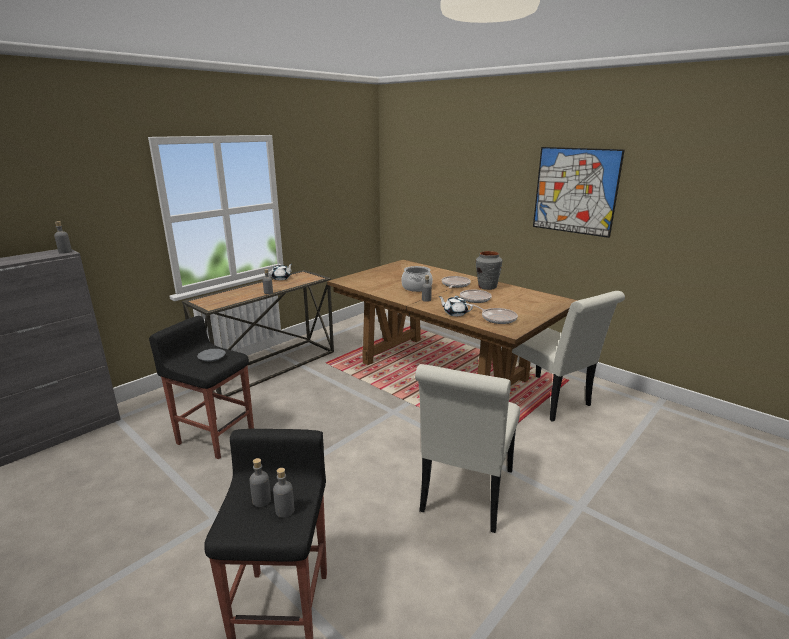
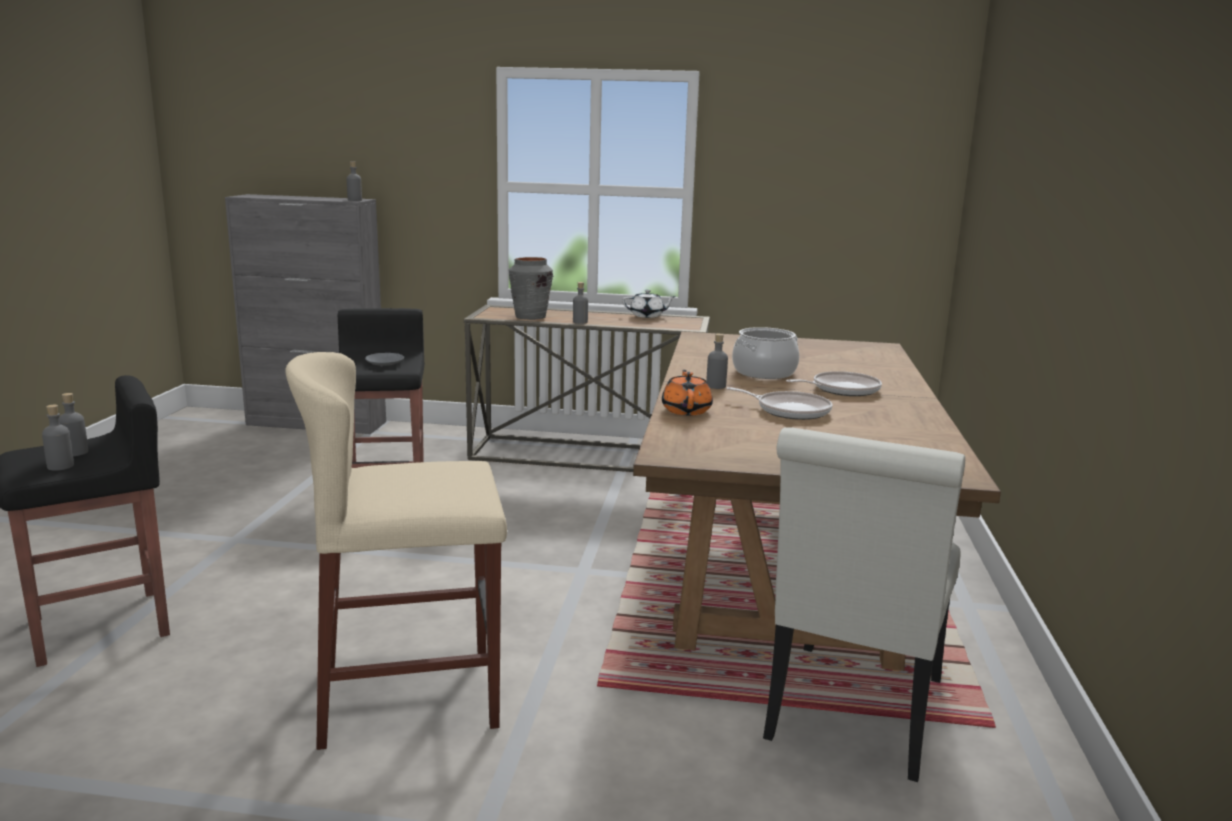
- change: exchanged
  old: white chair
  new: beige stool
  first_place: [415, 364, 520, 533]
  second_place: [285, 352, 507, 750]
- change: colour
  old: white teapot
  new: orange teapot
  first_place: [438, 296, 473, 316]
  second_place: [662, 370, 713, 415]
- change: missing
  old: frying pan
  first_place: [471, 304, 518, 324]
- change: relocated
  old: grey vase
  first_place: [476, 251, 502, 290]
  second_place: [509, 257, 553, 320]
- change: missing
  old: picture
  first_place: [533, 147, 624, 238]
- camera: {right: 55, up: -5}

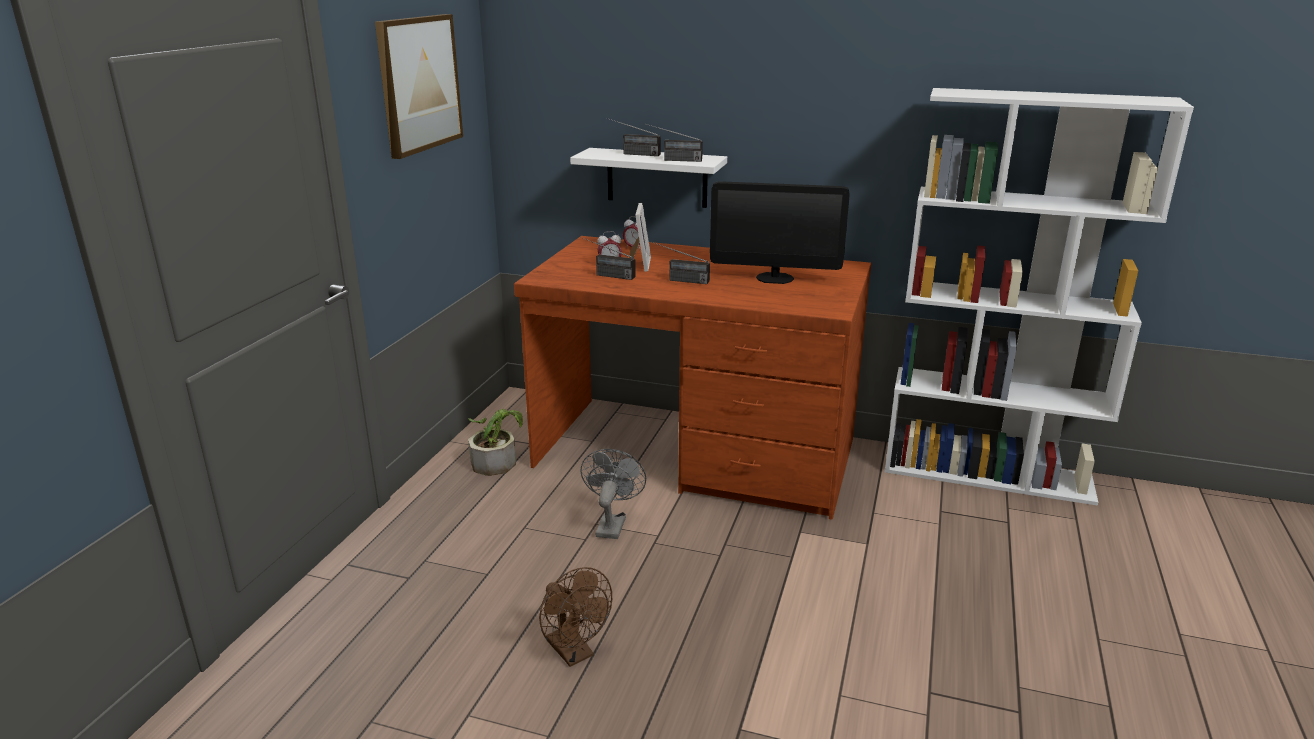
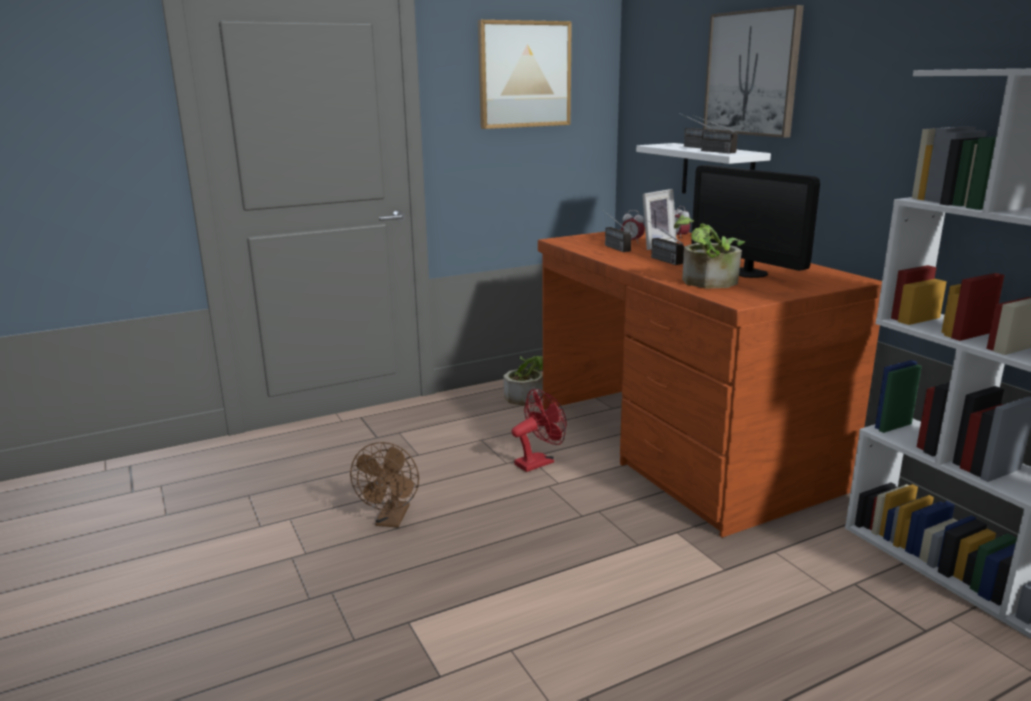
- change: colour
  old: grey fan
  new: red fan
  first_place: [581, 449, 646, 539]
  second_place: [511, 389, 567, 472]
- change: appeared
  new: potted plant
  second_place: [674, 215, 745, 288]
- change: appeared
  new: picture
  second_place: [703, 5, 804, 138]
- camera: {right: 45, up: -5}

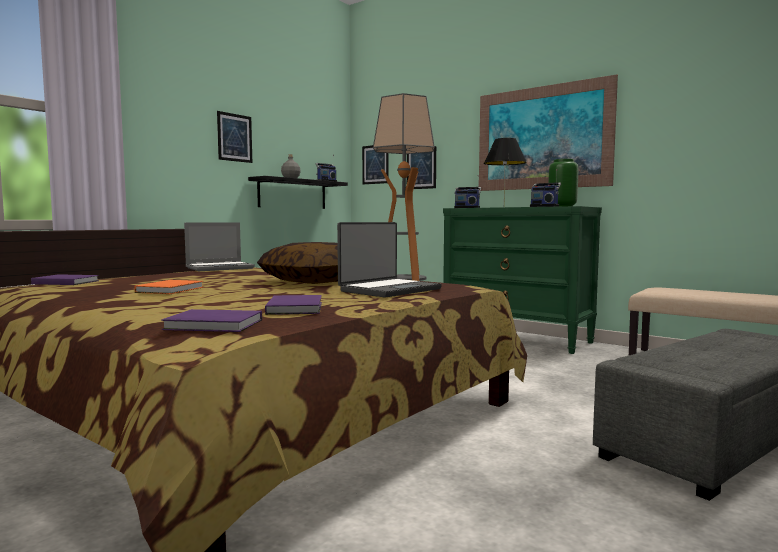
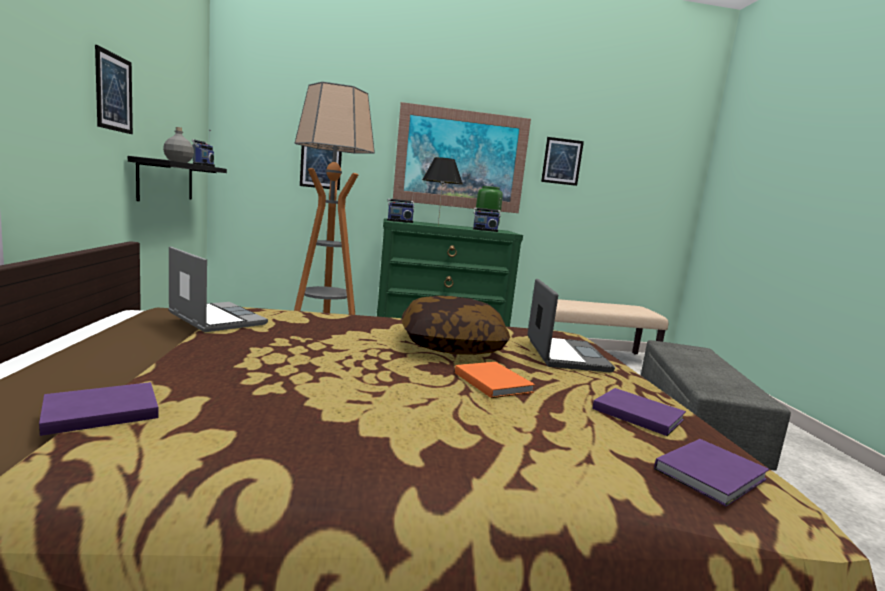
- change: relocated
  old: orange book
  first_place: [134, 280, 203, 294]
  second_place: [455, 362, 535, 398]
- change: spun
  old: laptop
  first_place: [184, 222, 255, 271]
  second_place: [168, 246, 268, 332]
  degrees: -60
- change: relocated
  old: picture
  first_place: [362, 145, 388, 184]
  second_place: [541, 137, 584, 186]
- camera: {right: -45, up: 5}

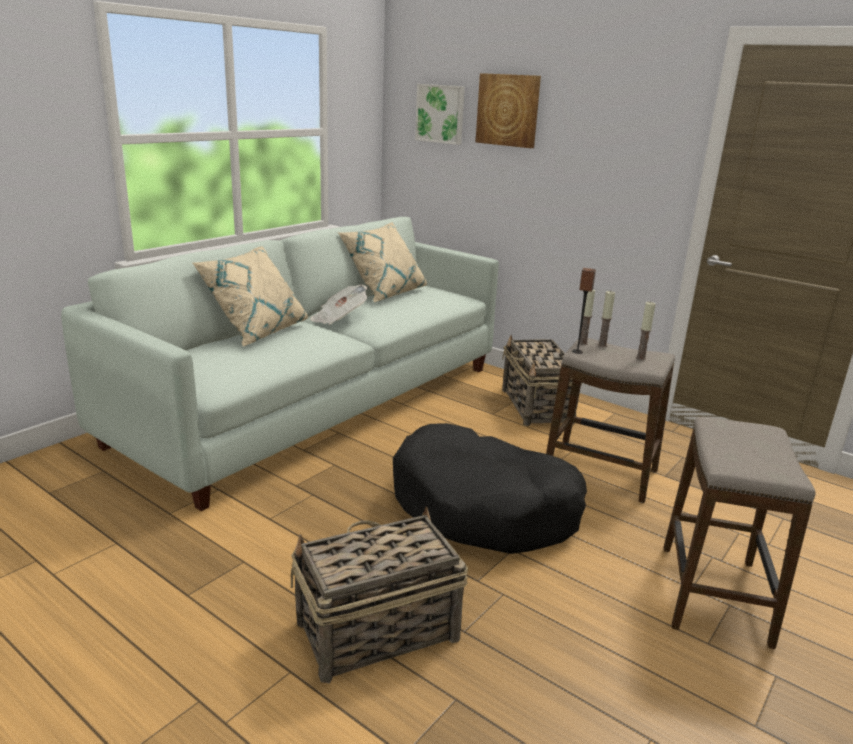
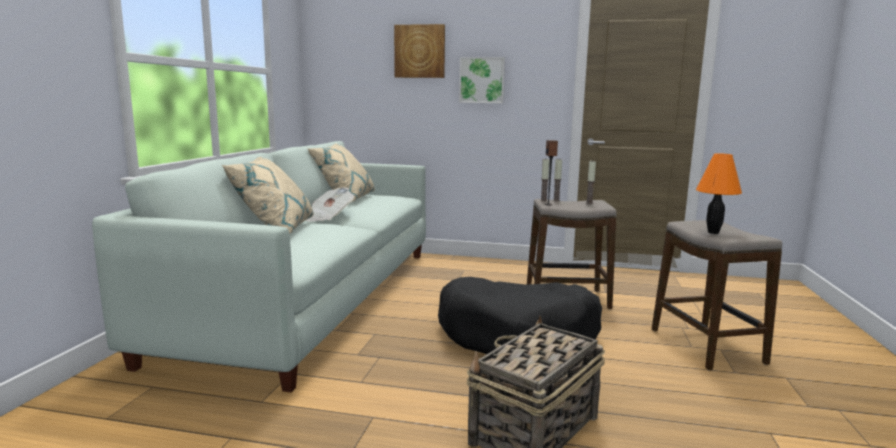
- change: relocated
  old: picture
  first_place: [415, 84, 465, 145]
  second_place: [459, 57, 505, 103]
- change: missing
  old: basket
  first_place: [502, 335, 582, 426]
- change: appeared
  new: orange table lamp
  second_place: [696, 153, 742, 234]
- camera: {right: -25, up: -10}

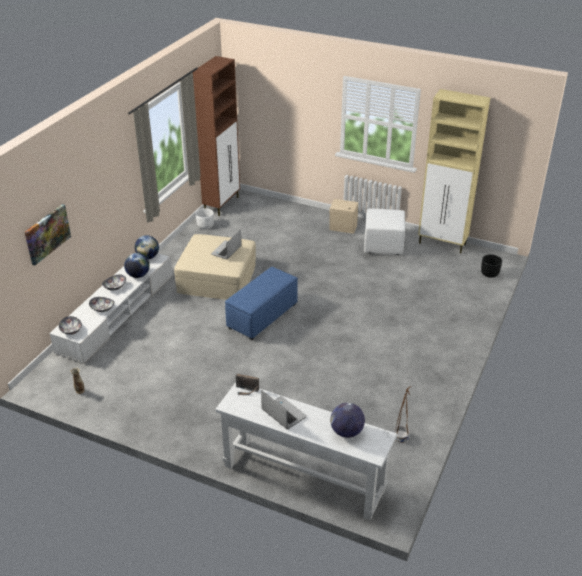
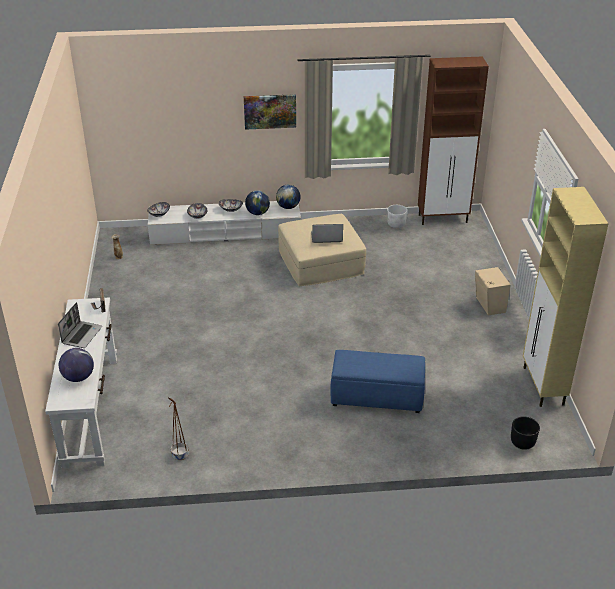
- change: relocated
  old: picture
  first_place: [25, 204, 71, 266]
  second_place: [244, 94, 296, 130]
- change: relocated
  old: blue ottoman
  first_place: [225, 267, 298, 340]
  second_place: [330, 350, 425, 413]
- change: missing
  old: white ottoman
  first_place: [364, 209, 405, 255]
- camera: {right: 60, up: 0}

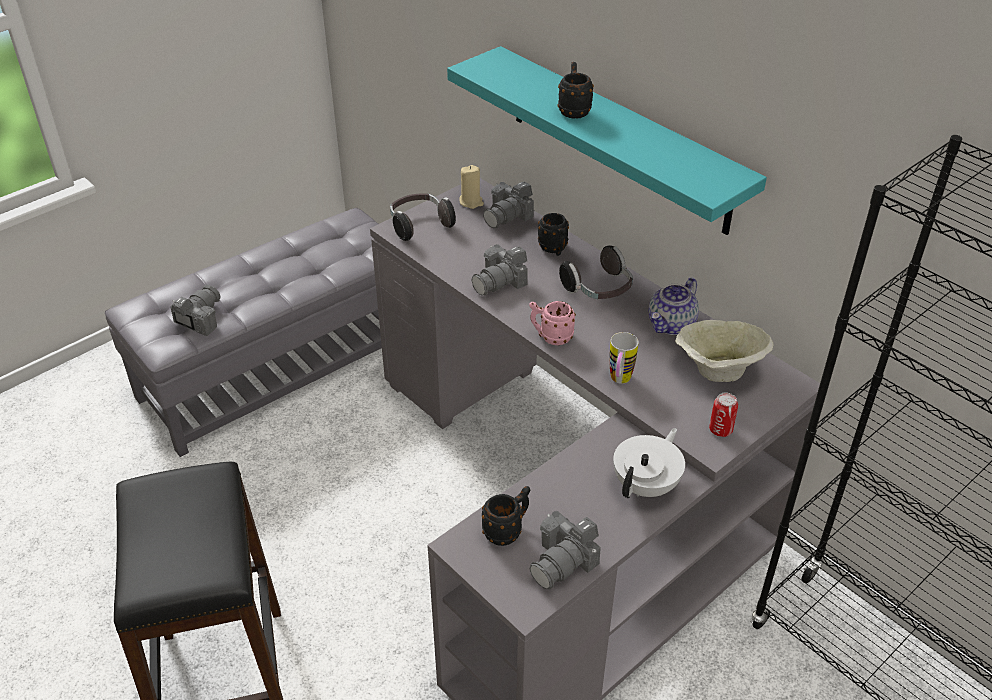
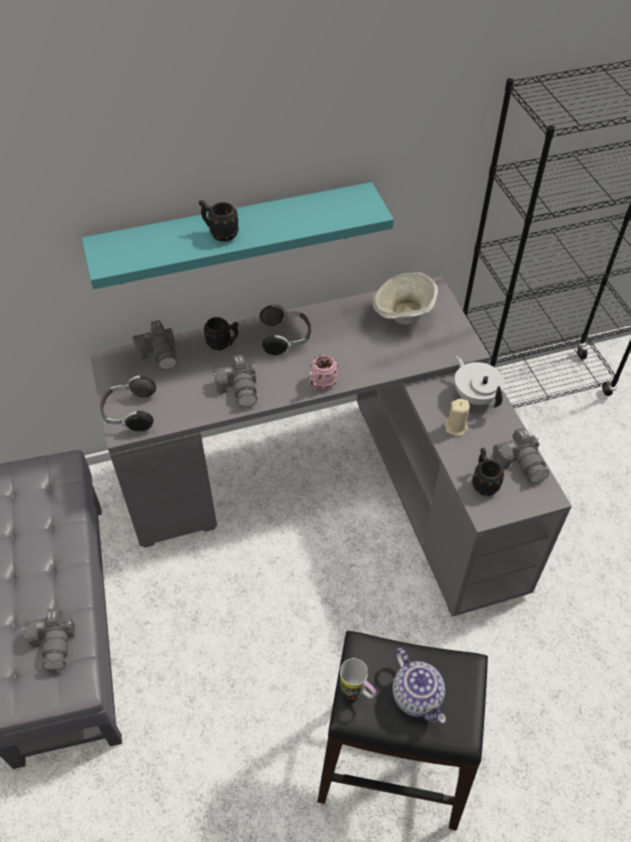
- change: spun
  old: photo camera
  first_place: [170, 285, 221, 336]
  second_place: [23, 608, 75, 670]
  degrees: -150
- change: relocated
  old: beige candle
  first_place: [459, 165, 484, 209]
  second_place: [444, 399, 470, 436]
- change: relocated
  old: mug
  first_place: [609, 332, 639, 384]
  second_place: [340, 658, 376, 699]
- change: relocated
  old: teapot
  first_place: [649, 277, 699, 335]
  second_place: [392, 648, 446, 723]
- change: missing
  old: can
  first_place: [709, 392, 738, 437]
- camera: {right: -65, up: 10}

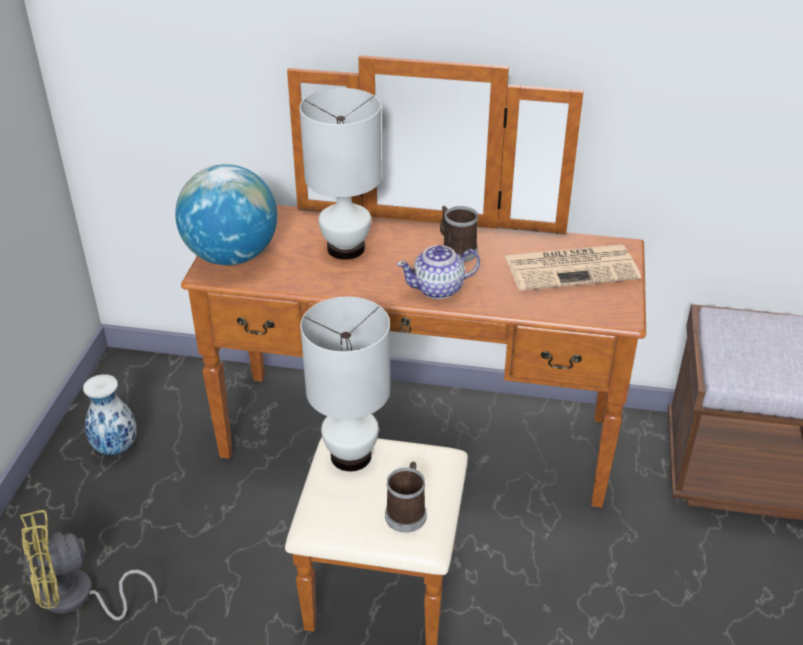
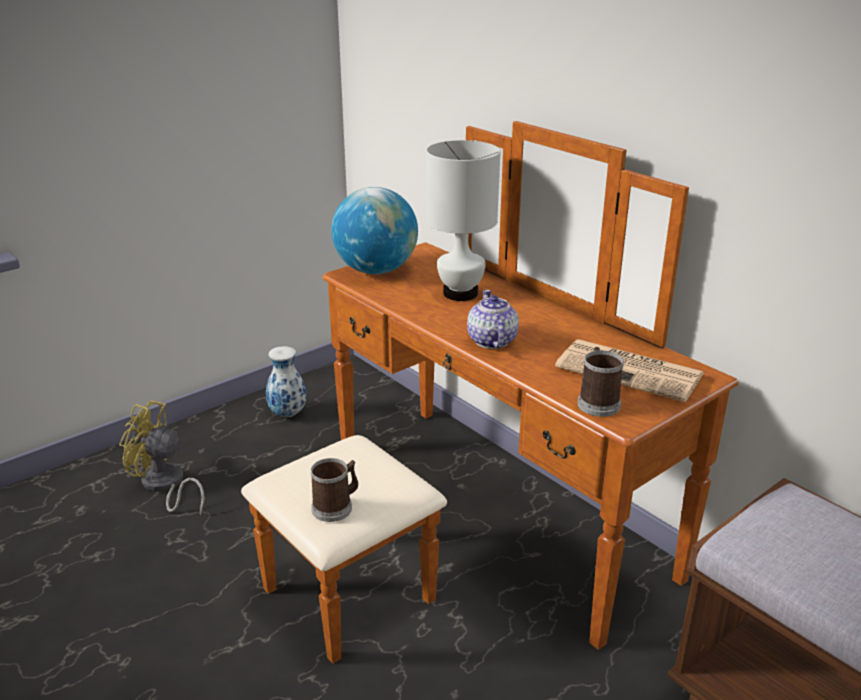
- change: missing
  old: white table lamp
  first_place: [300, 297, 390, 471]
- change: spun
  old: teapot
  first_place: [397, 245, 480, 299]
  second_place: [467, 290, 519, 349]
  degrees: 60
- change: relocated
  old: mug
  first_place: [440, 206, 479, 262]
  second_place: [577, 347, 624, 417]
- camera: {right: 40, up: -10}

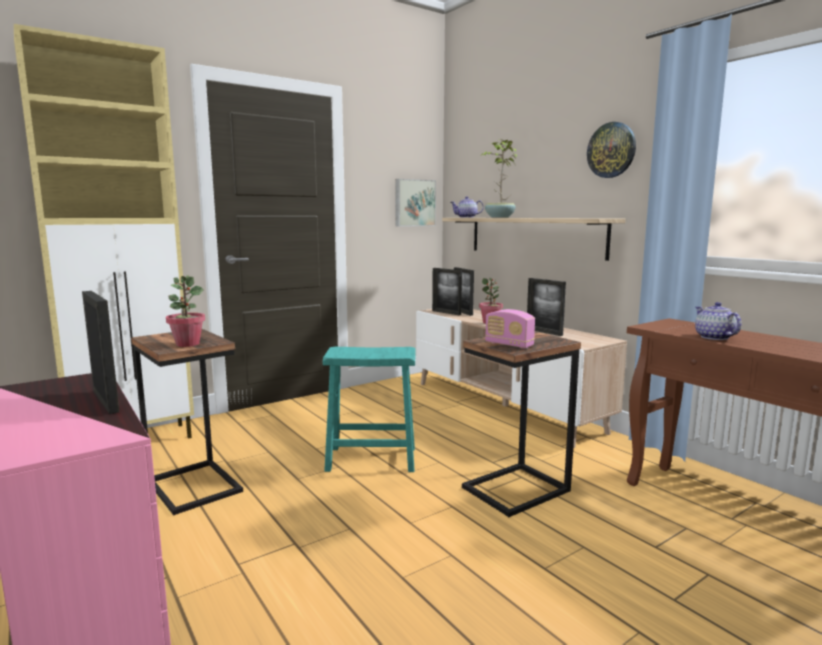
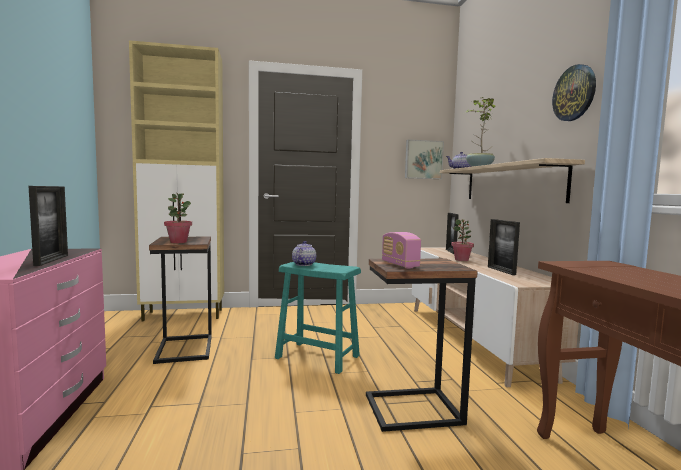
- change: missing
  old: picture frame
  first_place: [432, 268, 462, 315]
- change: relocated
  old: teapot
  first_place: [695, 302, 742, 340]
  second_place: [292, 241, 316, 266]
- camera: {right: 25, up: -5}

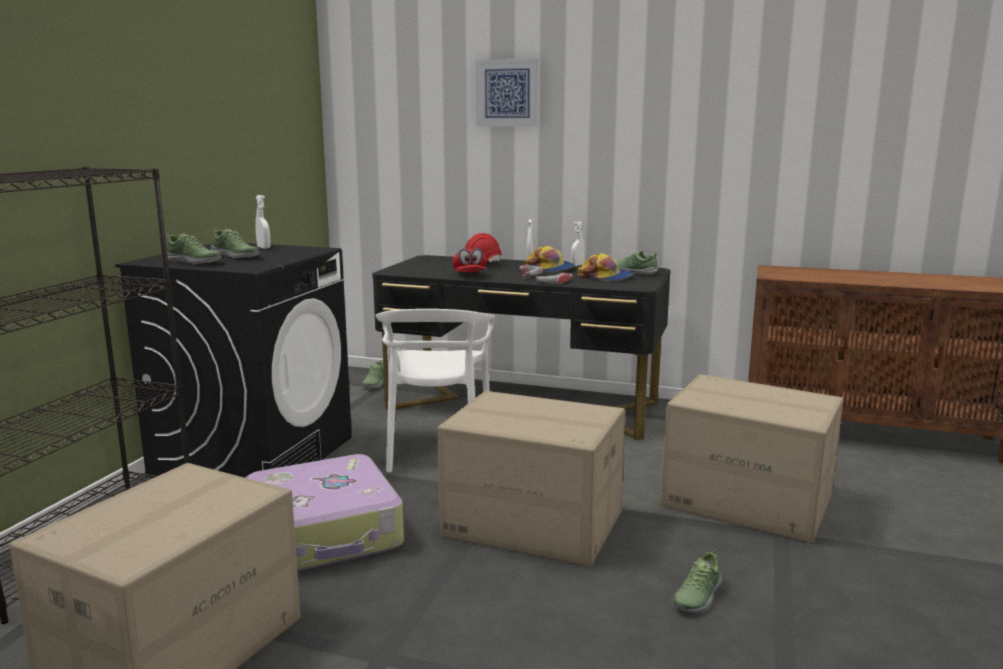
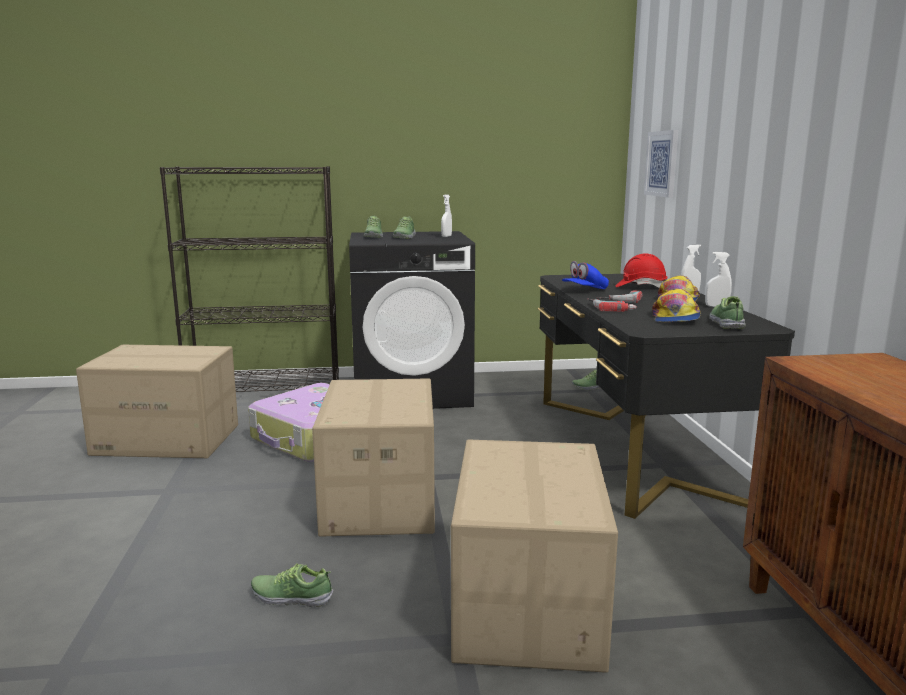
- change: missing
  old: white chair
  first_place: [375, 309, 495, 473]
- change: colour
  old: red cap
  new: blue cap
  first_place: [452, 248, 487, 272]
  second_place: [562, 261, 609, 289]
- change: relocated
  old: picture
  first_place: [476, 58, 539, 127]
  second_place: [644, 130, 678, 198]
- camera: {right: 65, up: 0}

